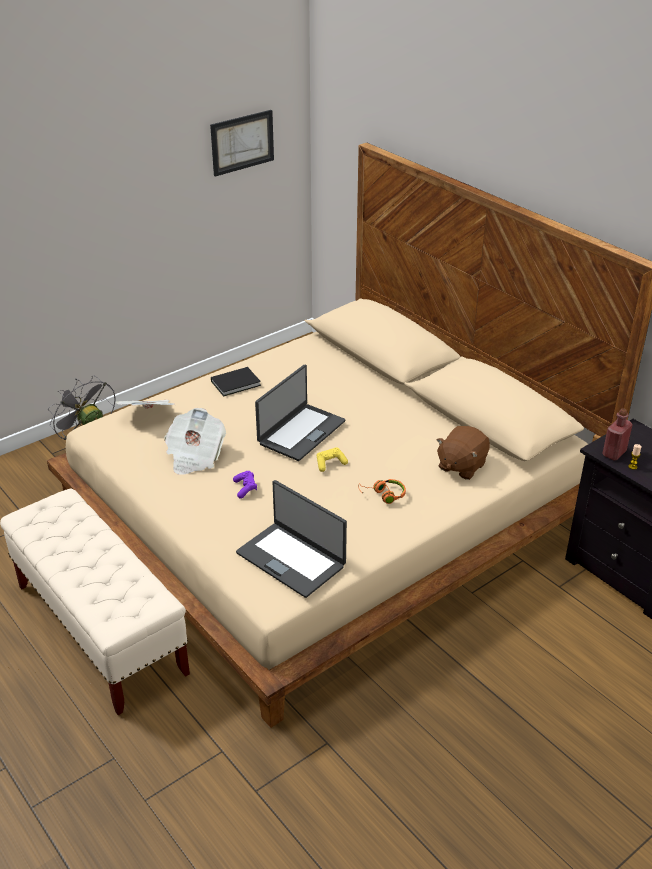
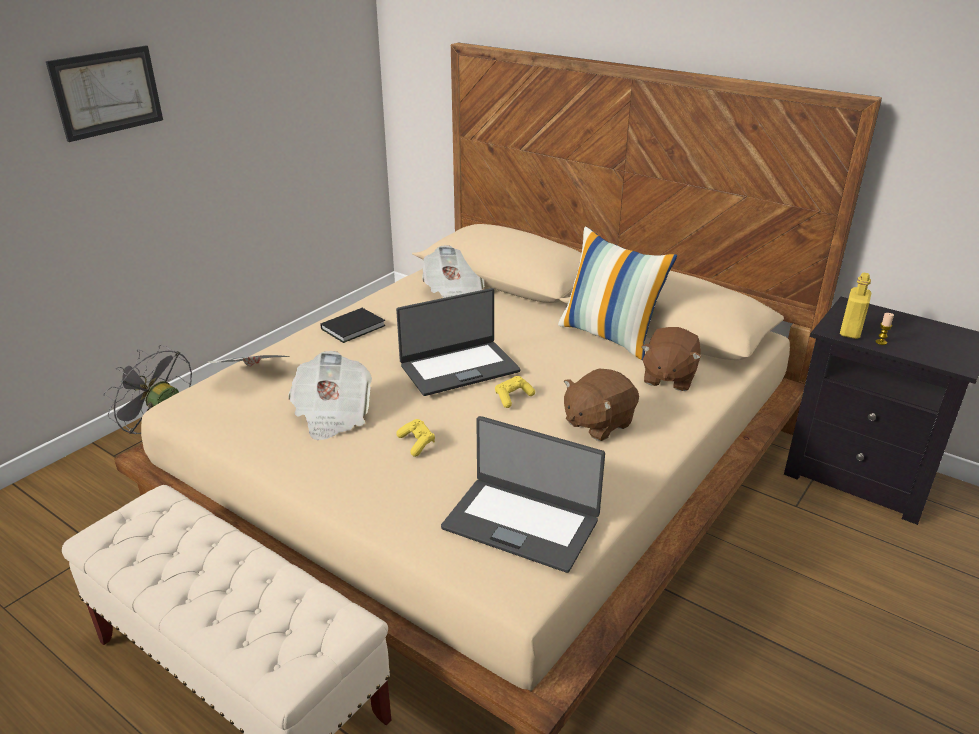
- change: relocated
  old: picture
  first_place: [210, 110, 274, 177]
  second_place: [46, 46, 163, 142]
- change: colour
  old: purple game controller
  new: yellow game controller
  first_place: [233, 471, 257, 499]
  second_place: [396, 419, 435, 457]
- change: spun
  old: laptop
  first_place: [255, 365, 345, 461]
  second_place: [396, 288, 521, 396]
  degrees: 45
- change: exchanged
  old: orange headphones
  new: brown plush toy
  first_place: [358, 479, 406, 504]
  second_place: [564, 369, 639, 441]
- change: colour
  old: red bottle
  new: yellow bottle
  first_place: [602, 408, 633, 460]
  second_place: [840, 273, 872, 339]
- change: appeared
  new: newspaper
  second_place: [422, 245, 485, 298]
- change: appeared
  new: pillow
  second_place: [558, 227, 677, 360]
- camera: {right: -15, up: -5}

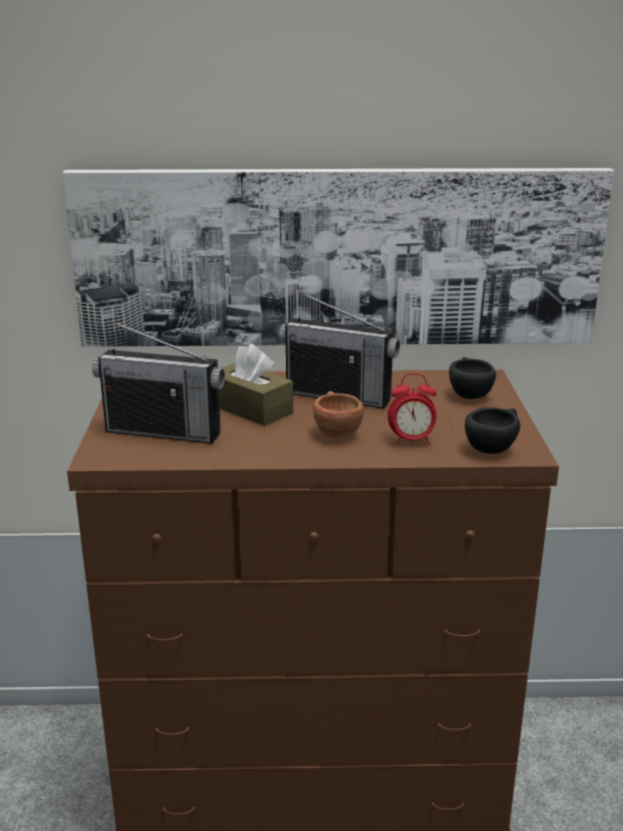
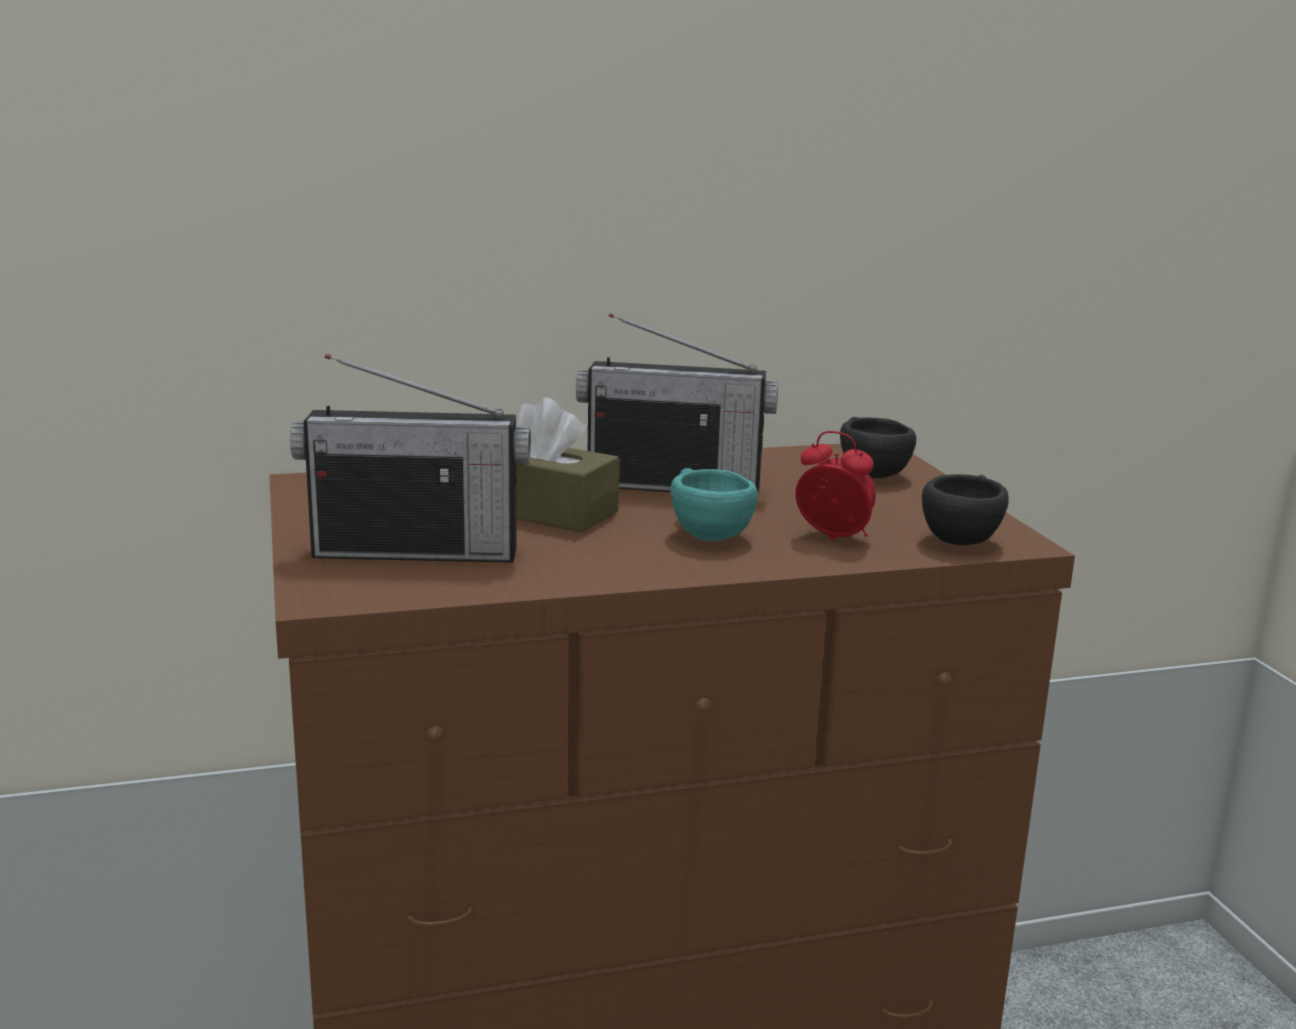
- change: missing
  old: picture
  first_place: [63, 168, 614, 347]
- change: colour
  old: brown cup
  new: turquoise cup
  first_place: [313, 391, 364, 438]
  second_place: [670, 468, 758, 541]
- change: spun
  old: alarm clock
  first_place: [388, 373, 437, 445]
  second_place: [795, 431, 876, 540]
  degrees: -135
- camera: {right: -15, up: -5}

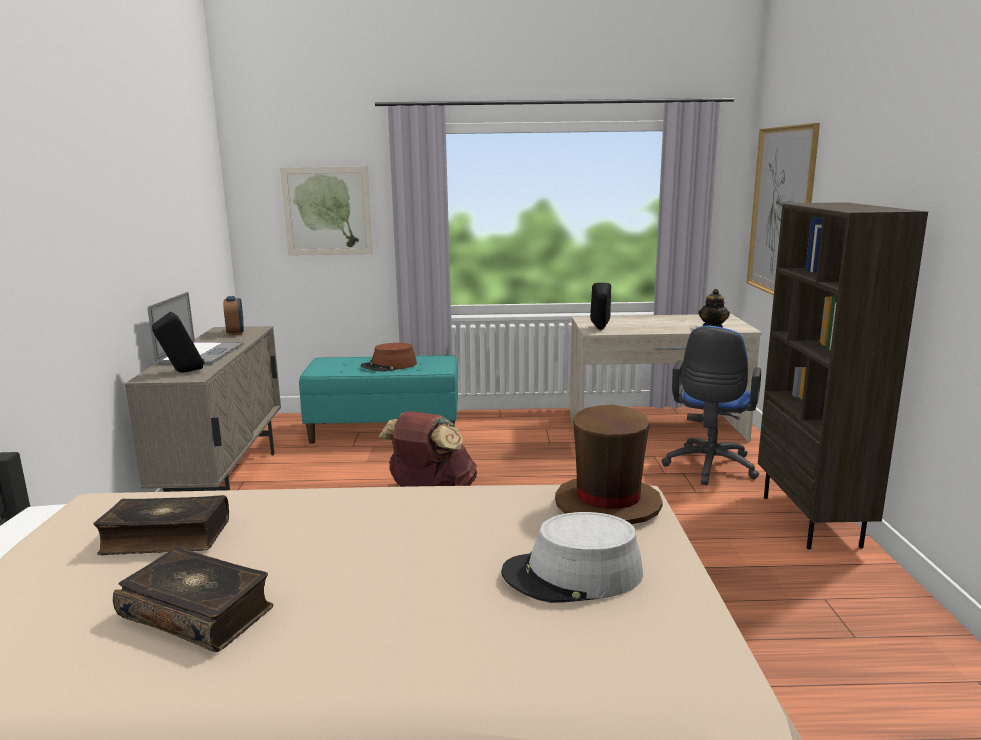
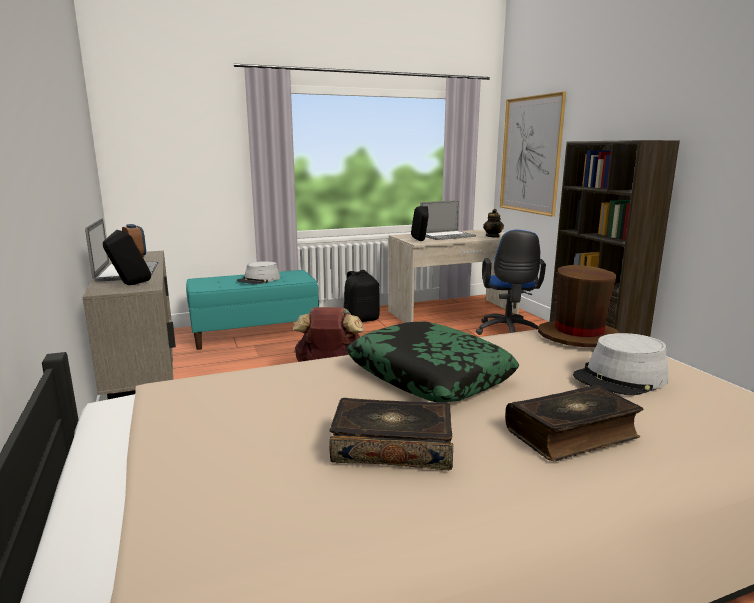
- change: relocated
  old: book
  first_place: [93, 495, 229, 555]
  second_place: [505, 385, 643, 461]
- change: missing
  old: picture
  first_place: [280, 166, 373, 256]
- change: colour
  old: brown hat
  new: grey hat
  first_place: [361, 343, 417, 372]
  second_place: [237, 261, 280, 284]
- change: appeared
  new: black backpack
  second_place: [344, 270, 380, 322]
- change: appeared
  new: pillow
  second_place: [346, 322, 519, 402]
- change: appeared
  new: laptop
  second_place: [420, 200, 476, 240]
- camera: {right: -20, up: 0}

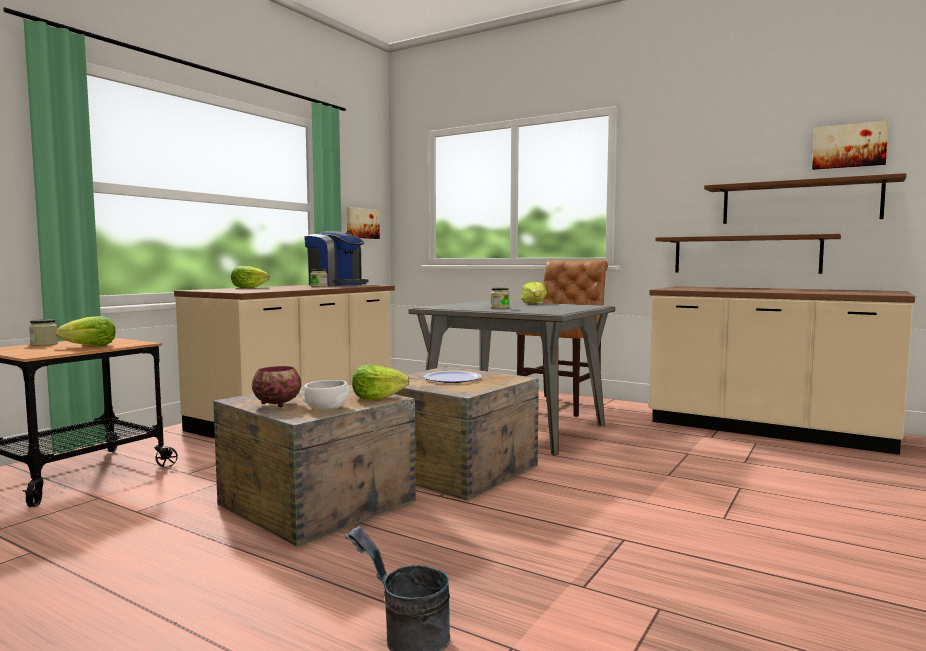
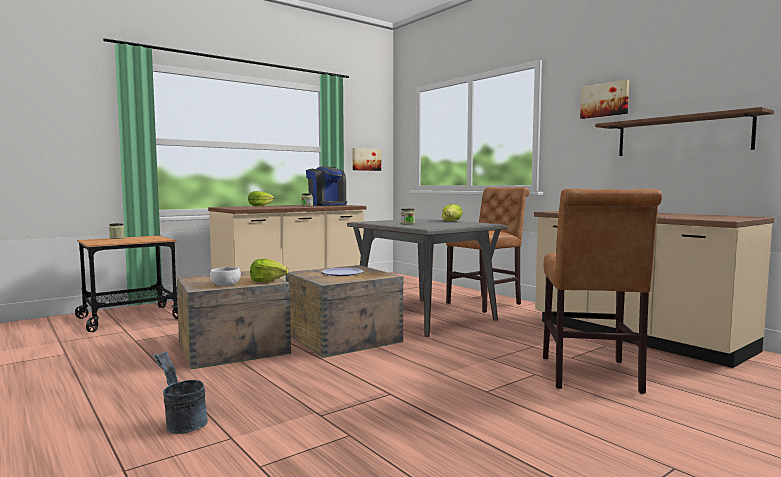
- change: missing
  old: lettuce
  first_place: [56, 316, 116, 346]
- change: missing
  old: bowl
  first_place: [252, 366, 301, 407]
- change: missing
  old: brown shelf
  first_place: [656, 234, 841, 274]
- change: relocated
  old: picture
  first_place: [812, 120, 889, 170]
  second_place: [580, 80, 629, 119]
- change: appeared
  new: brown chair
  second_place: [543, 189, 662, 394]
- camera: {right: 20, up: 0}

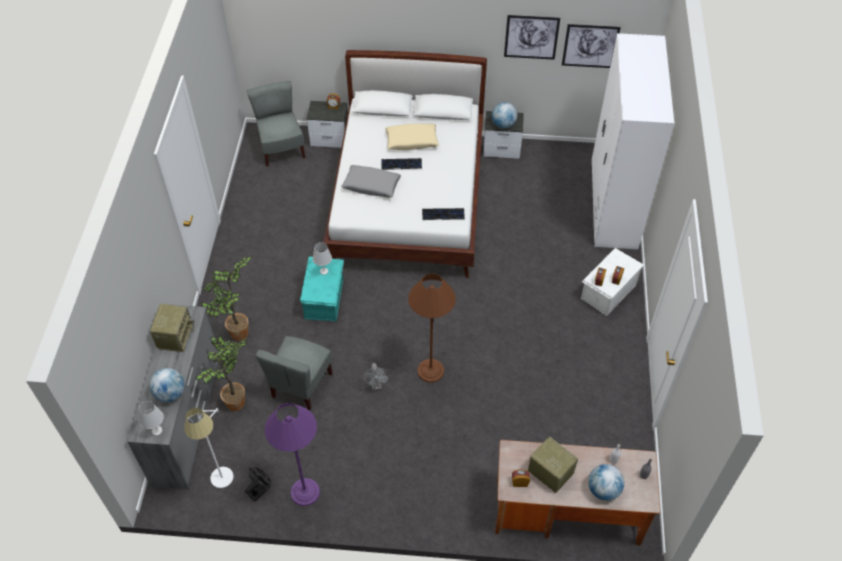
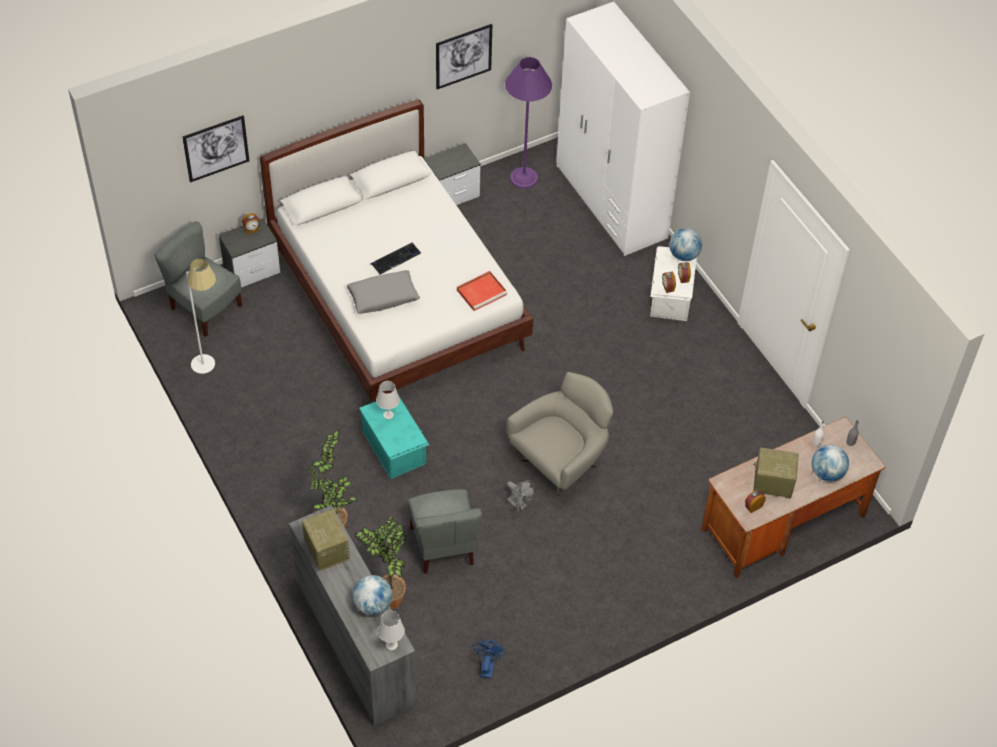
- change: relocated
  old: white floor lamp
  first_place: [184, 408, 234, 488]
  second_place: [186, 259, 216, 374]
- change: colour
  old: black fan
  new: blue fan
  first_place: [245, 468, 271, 501]
  second_place: [472, 640, 506, 679]
- change: relocated
  old: purple floor lamp
  first_place: [265, 403, 320, 506]
  second_place: [505, 57, 552, 189]
- change: missing
  old: beige pillow
  first_place: [386, 124, 439, 150]
- change: exchanged
  old: brown floor lamp
  new: grey armchair
  first_place: [408, 273, 456, 383]
  second_place: [507, 372, 613, 495]
- change: exchanged
  old: keyboard
  new: red tray
  first_place: [422, 208, 465, 220]
  second_place: [457, 271, 507, 311]
- change: relocated
  old: globe
  first_place: [492, 102, 517, 128]
  second_place: [669, 228, 702, 261]
- change: relocated
  old: picture
  first_place: [562, 24, 621, 68]
  second_place: [182, 115, 249, 182]
- camera: {right: -35, up: 0}

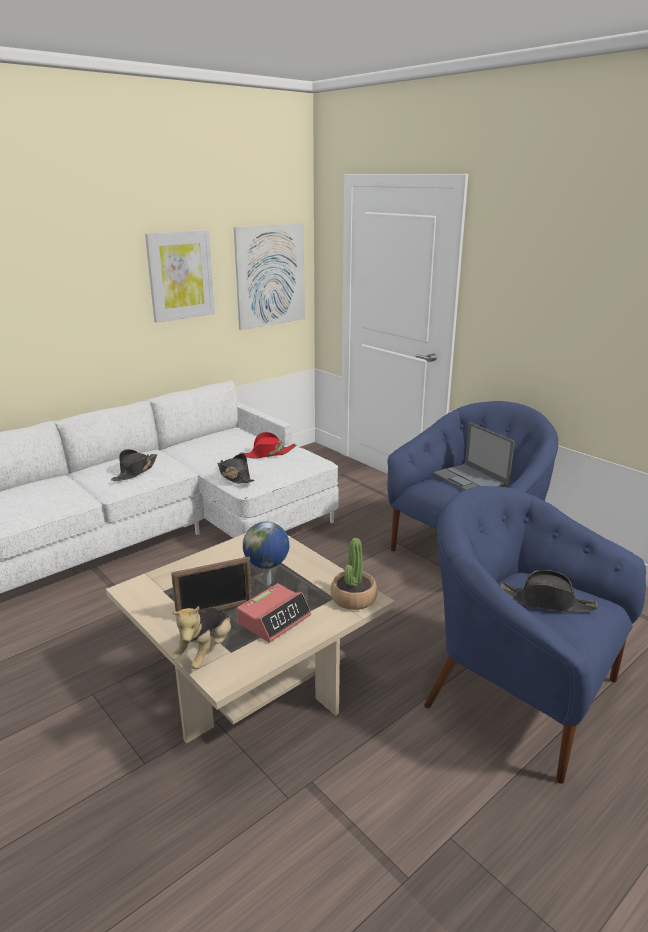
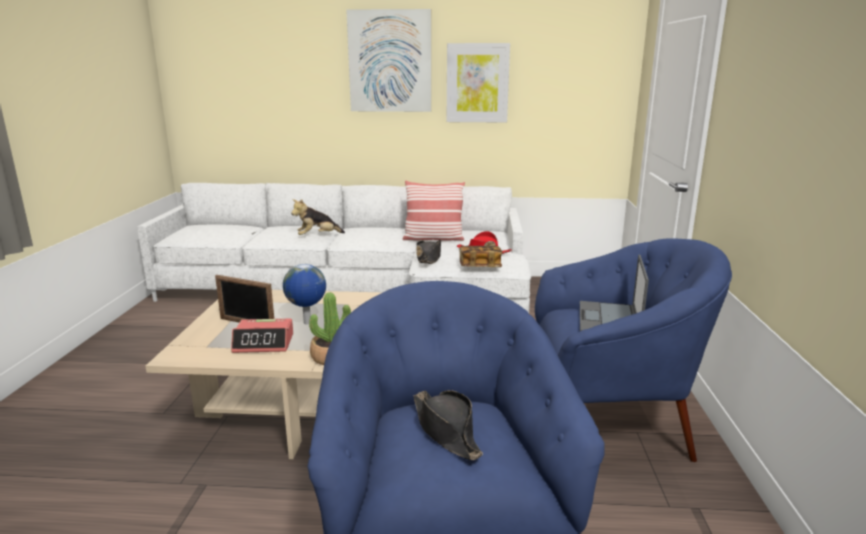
- change: missing
  old: black hat
  first_place: [111, 449, 157, 481]
- change: relocated
  old: plush toy
  first_place: [171, 606, 231, 669]
  second_place: [291, 199, 345, 235]
- change: relocated
  old: picture
  first_place: [234, 223, 305, 330]
  second_place: [346, 9, 431, 112]
- change: appeared
  new: pillow
  second_place: [402, 180, 465, 241]
- change: appeared
  new: book
  second_place: [459, 246, 503, 267]
- camera: {right: 45, up: -5}

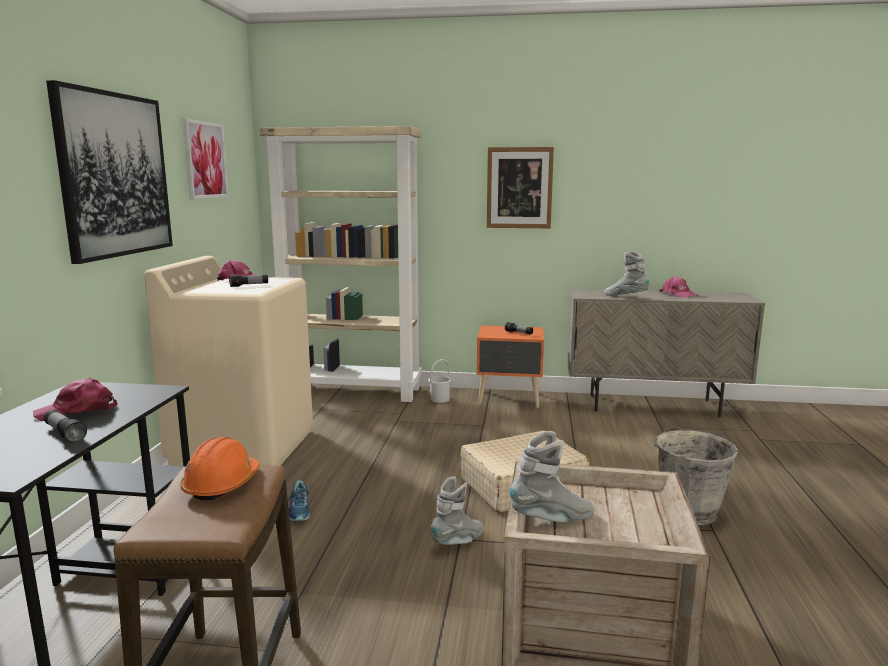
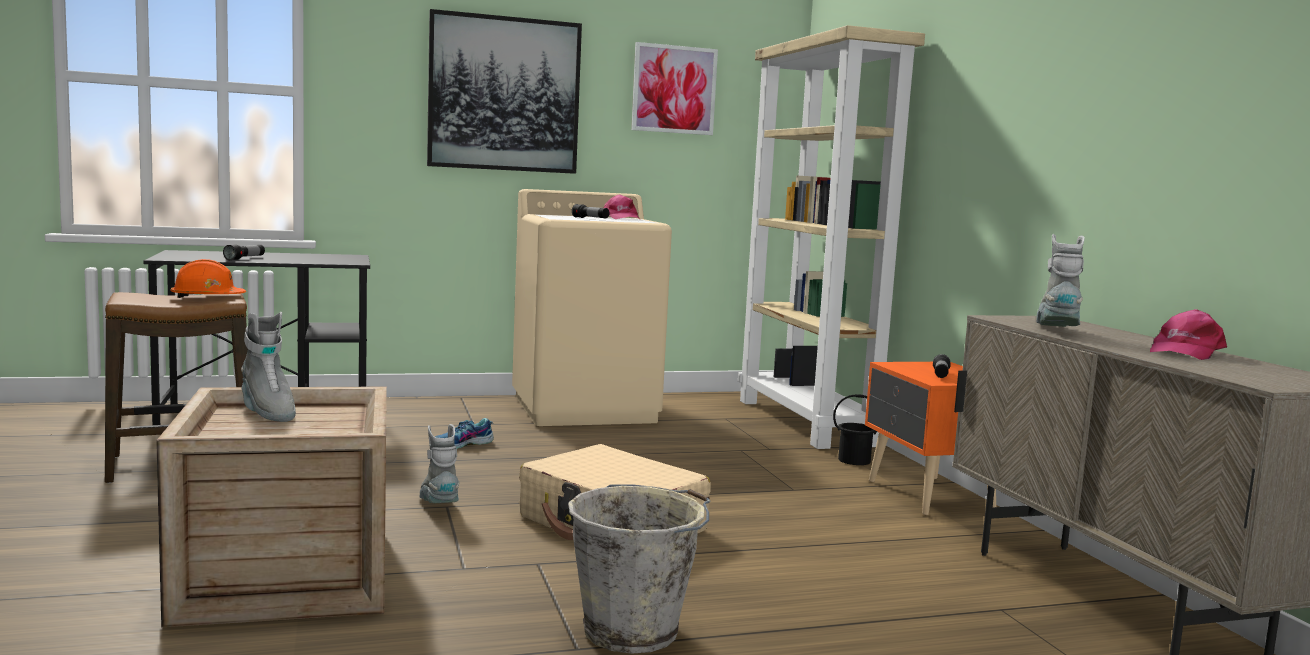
- change: missing
  old: pink cap
  first_place: [33, 378, 118, 421]
- change: colour
  old: white bucket
  new: black bucket
  first_place: [429, 359, 451, 403]
  second_place: [833, 394, 877, 465]
- change: spun
  old: grey boot
  first_place: [431, 476, 484, 545]
  second_place: [419, 424, 460, 503]
  degrees: -135
- change: missing
  old: picture
  first_place: [487, 147, 554, 228]
- camera: {right: 65, up: -5}

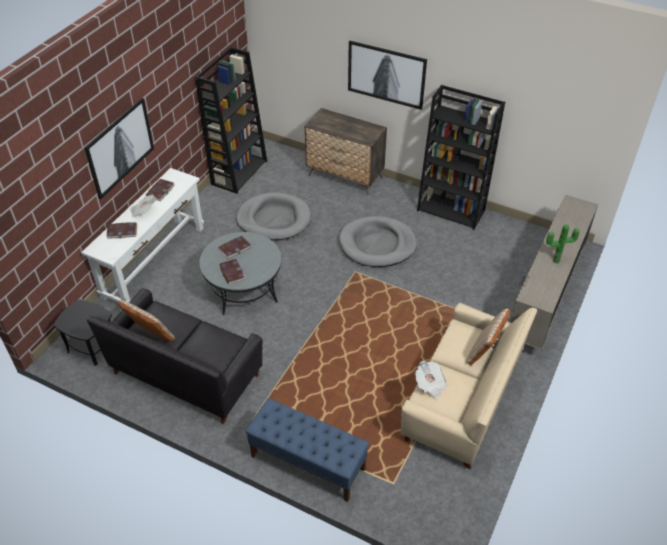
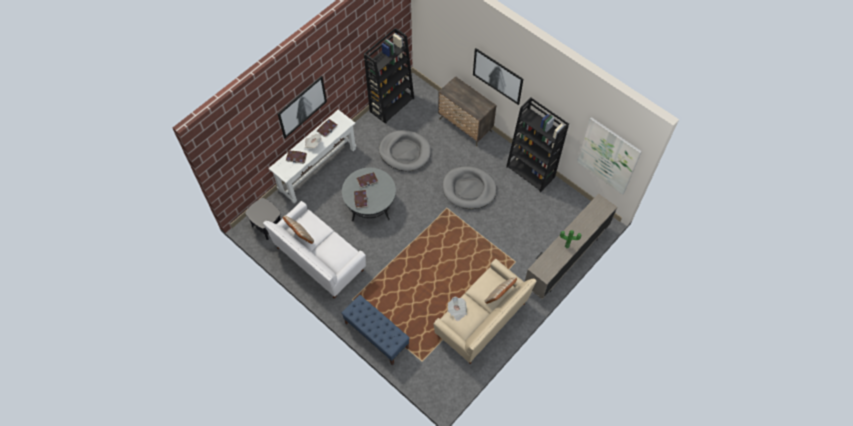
- change: colour
  old: black sofa
  new: white sofa
  first_place: [87, 288, 262, 424]
  second_place: [263, 201, 366, 298]
- change: appeared
  new: picture
  second_place: [577, 117, 642, 195]
- camera: {right: 15, up: 15}

